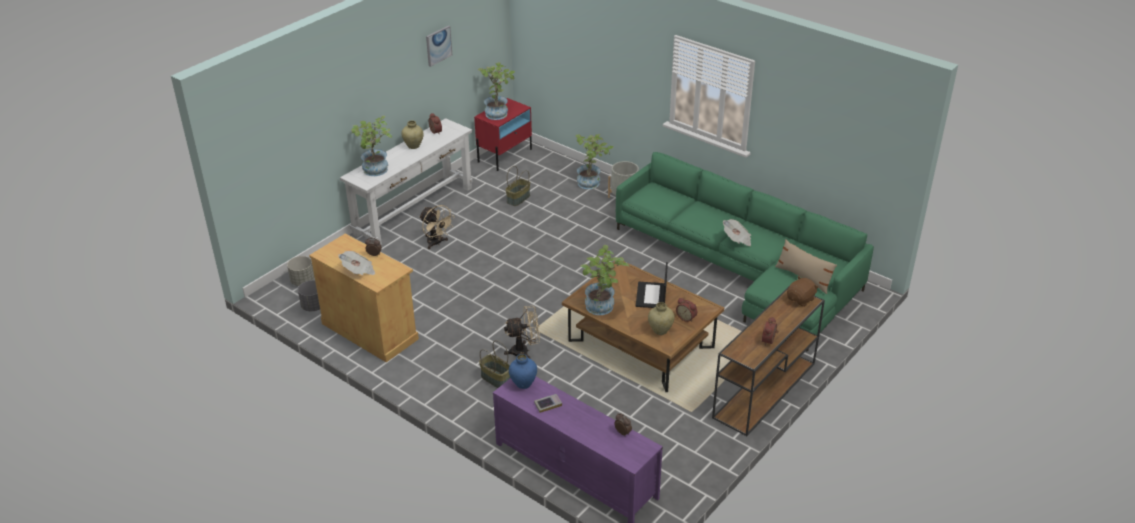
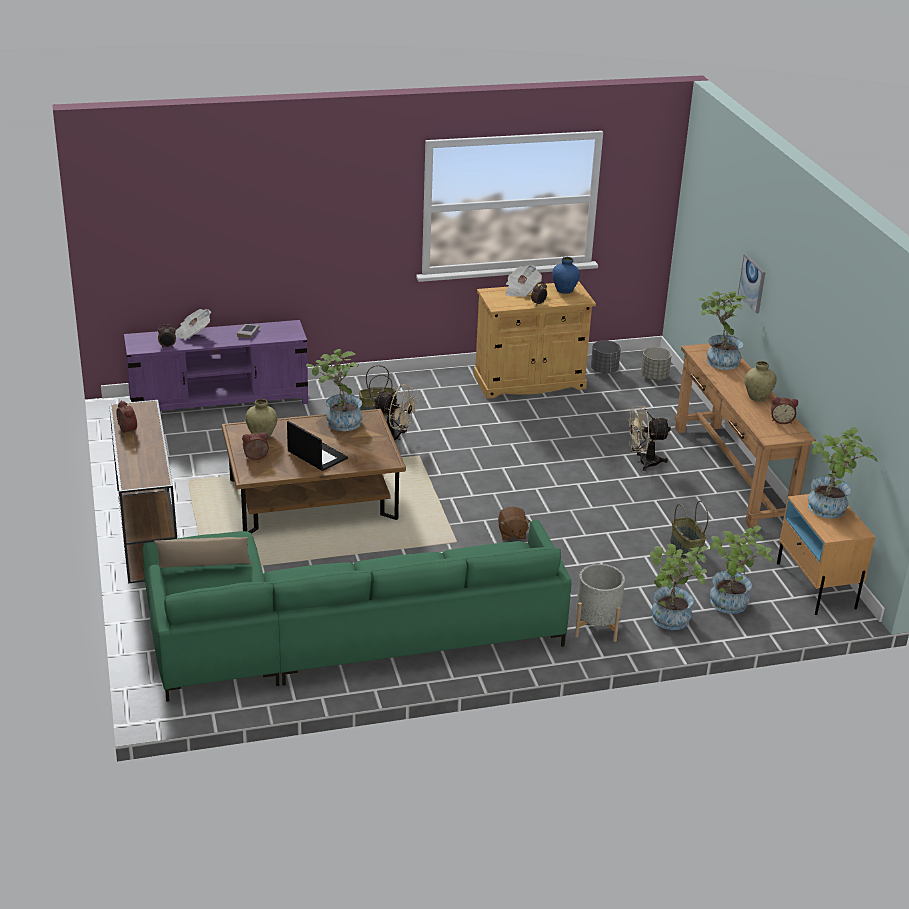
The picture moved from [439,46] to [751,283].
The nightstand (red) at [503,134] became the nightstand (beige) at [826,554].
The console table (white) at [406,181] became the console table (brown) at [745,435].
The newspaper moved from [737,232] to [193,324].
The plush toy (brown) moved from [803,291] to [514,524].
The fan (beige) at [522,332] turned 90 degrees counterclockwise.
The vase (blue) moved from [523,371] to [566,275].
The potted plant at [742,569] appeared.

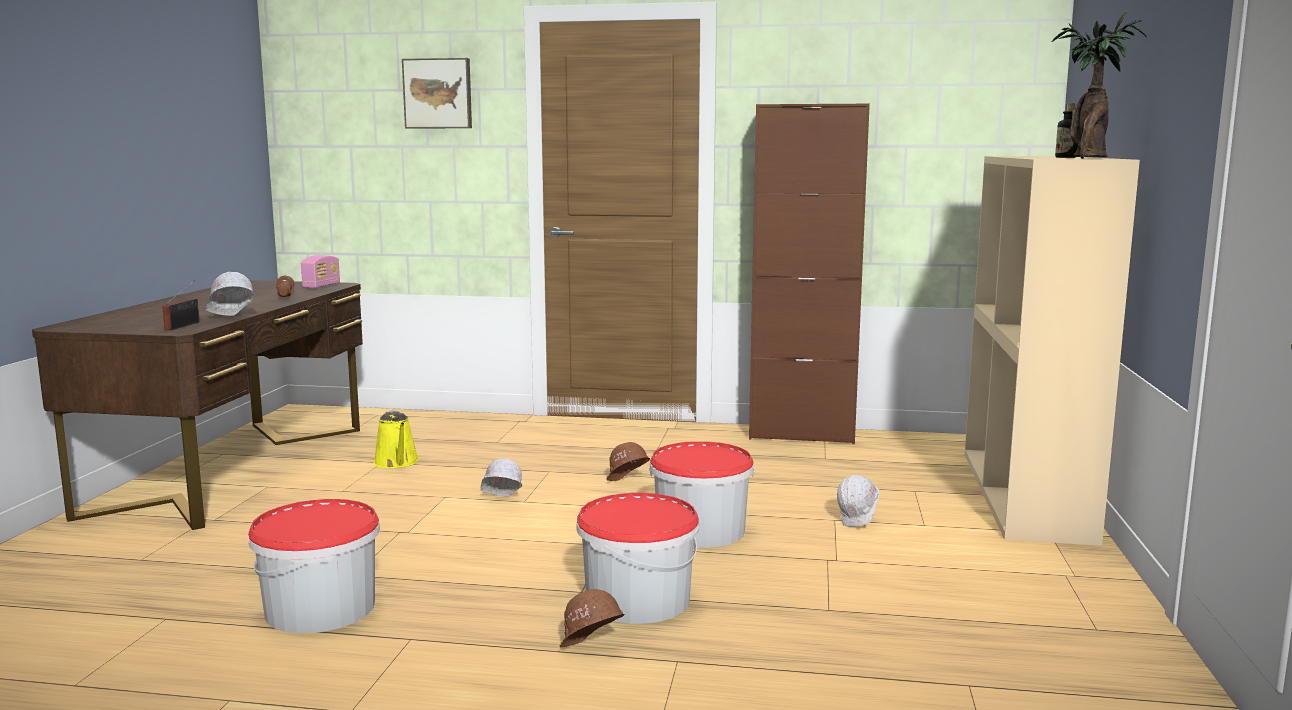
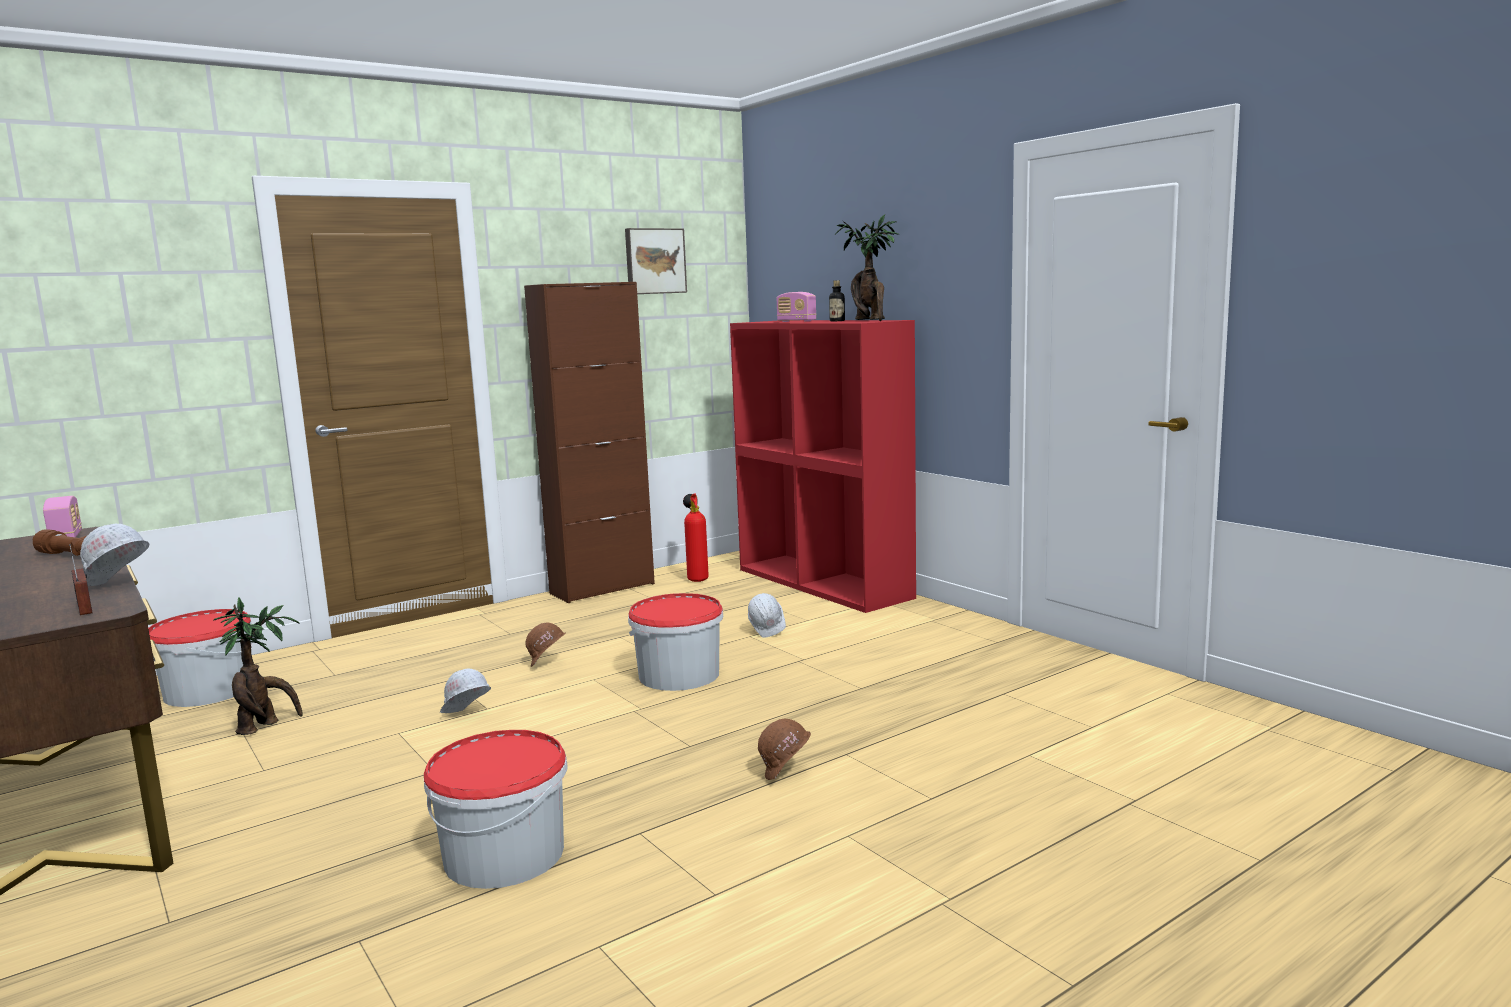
The picture moved from [437,93] to [656,261].
The bookcase (beige) at [1052,351] became the bookcase (red) at [823,466].
The watering can (yellow) at [396,439] was replaced by the potted plant at [258,666].
The bucket moved from [637,558] to [200,658].
The radio at [796,307] appeared.
The fire extinguisher at [696,537] appeared.

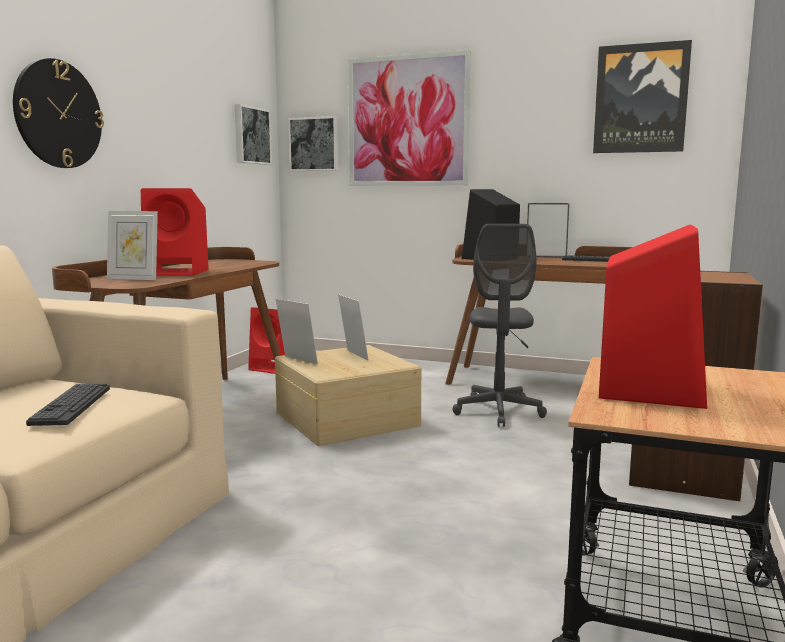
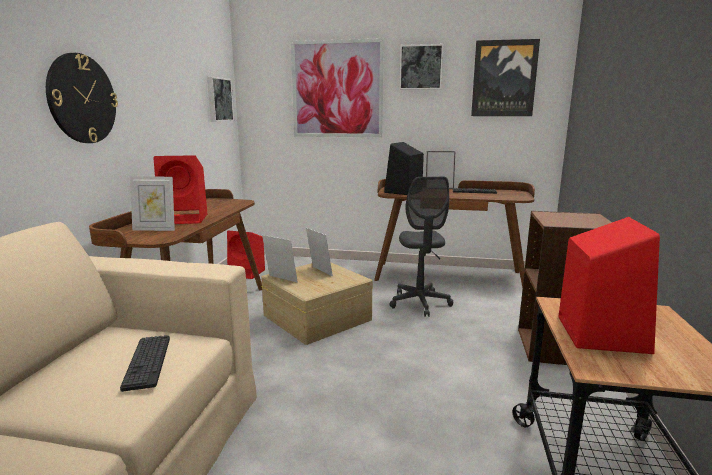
The picture moved from [313,143] to [421,67].

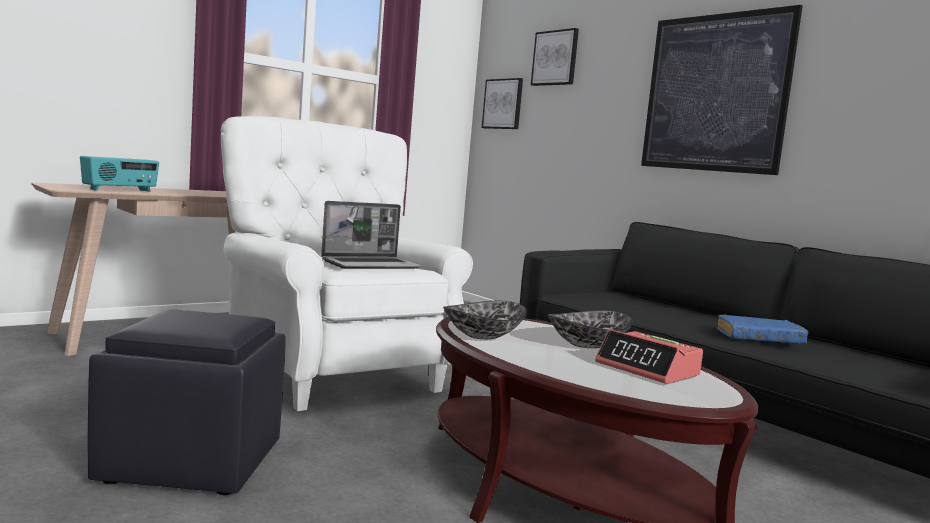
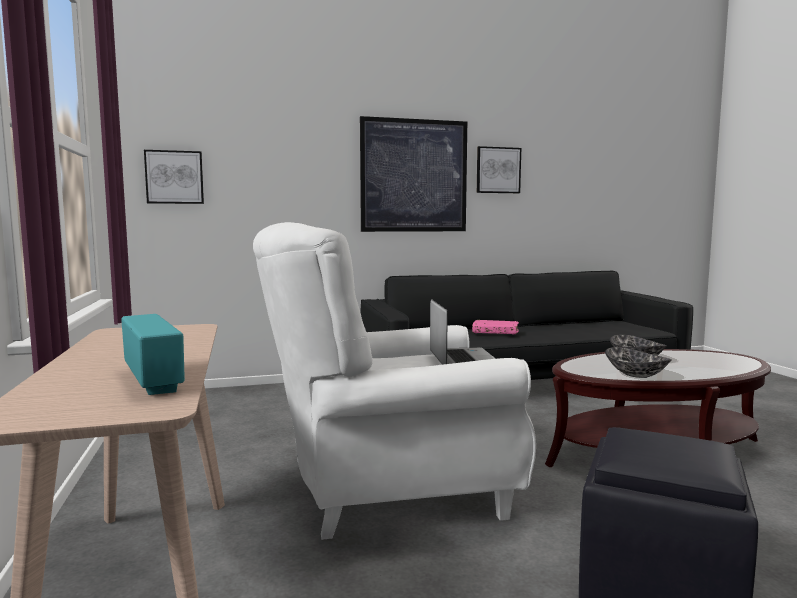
The picture moved from [555,57] to [499,169].
The book (blue) at [762,329] disappeared.
The alarm clock at [649,356] disappeared.
The book (pink) at [495,327] appeared.

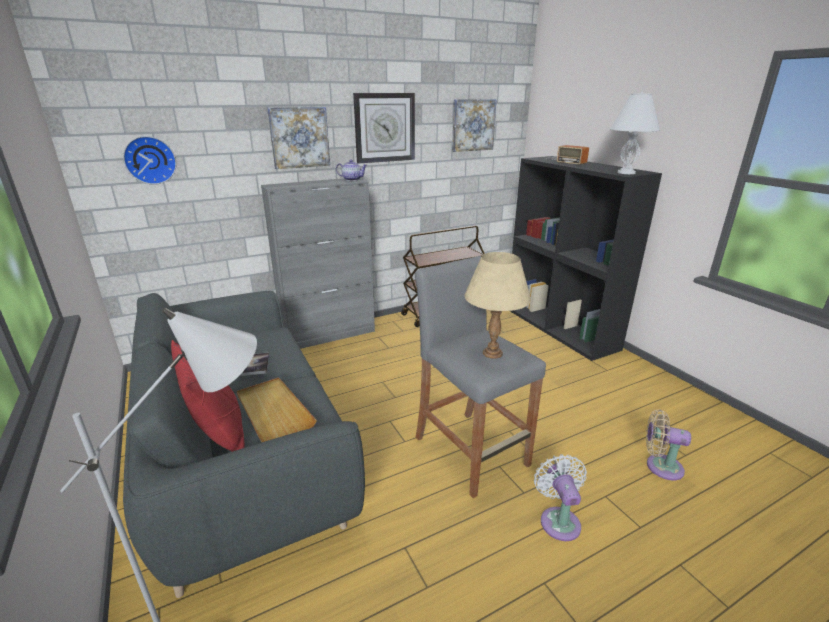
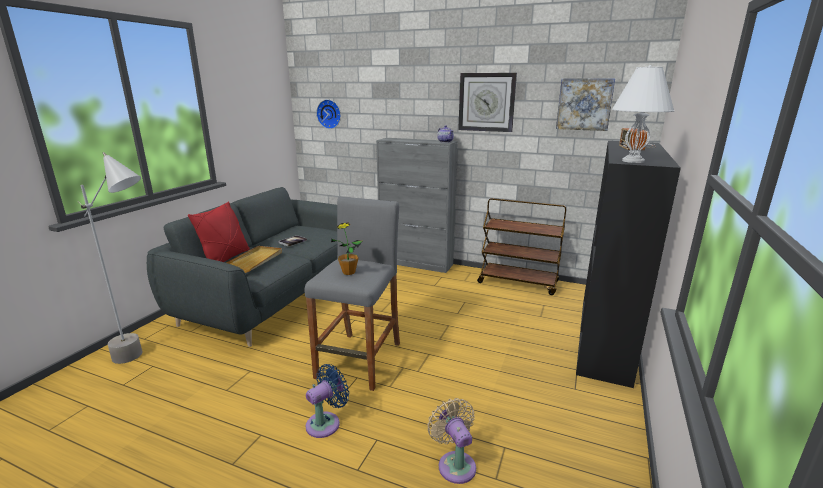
The picture at [298,138] disappeared.
The table lamp (beige) at [497,305] was replaced by the potted plant at [346,248].
The fan (white) at [560,497] became the fan (blue) at [327,401].

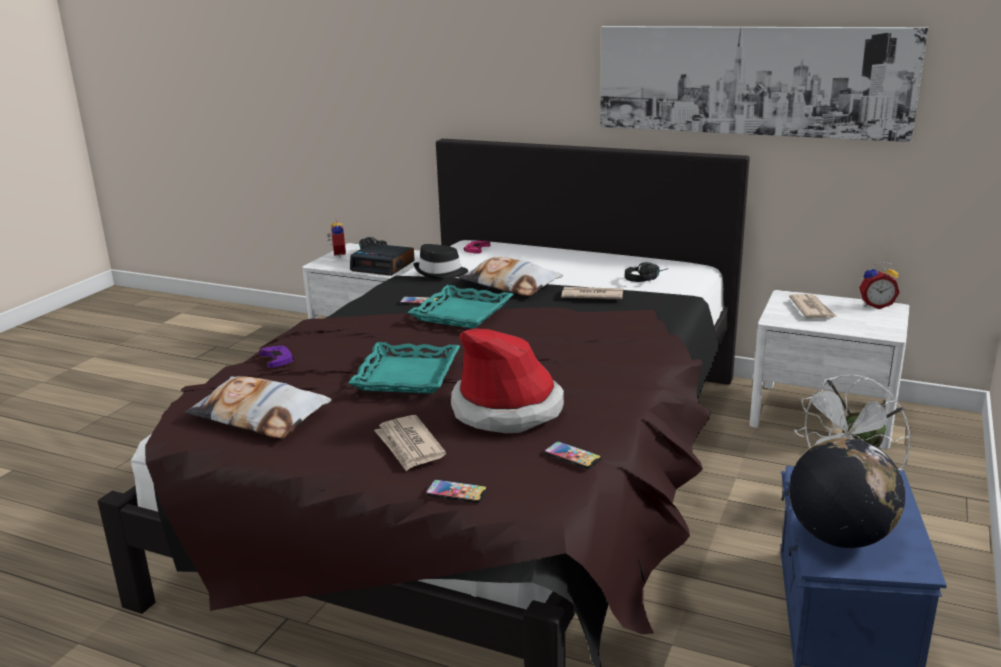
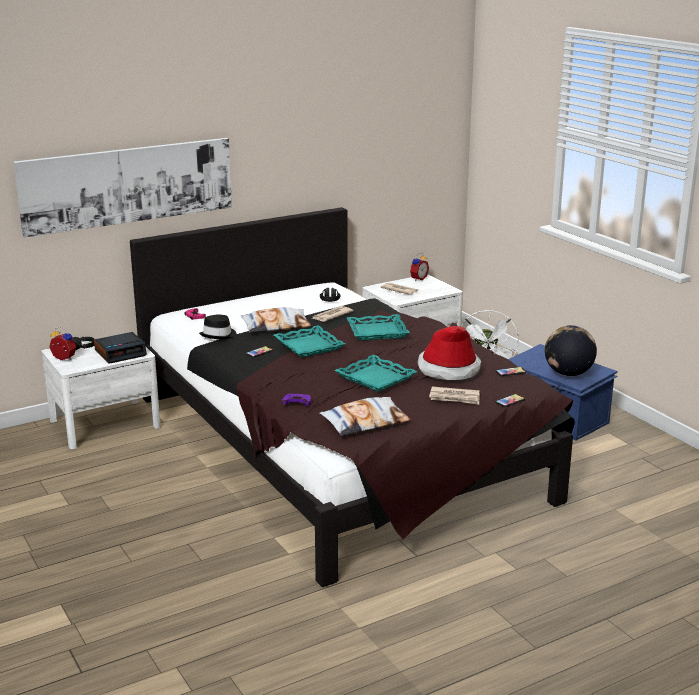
The picture moved from [764,84] to [122,188].
The tray (turquoise) at [378,327] appeared.

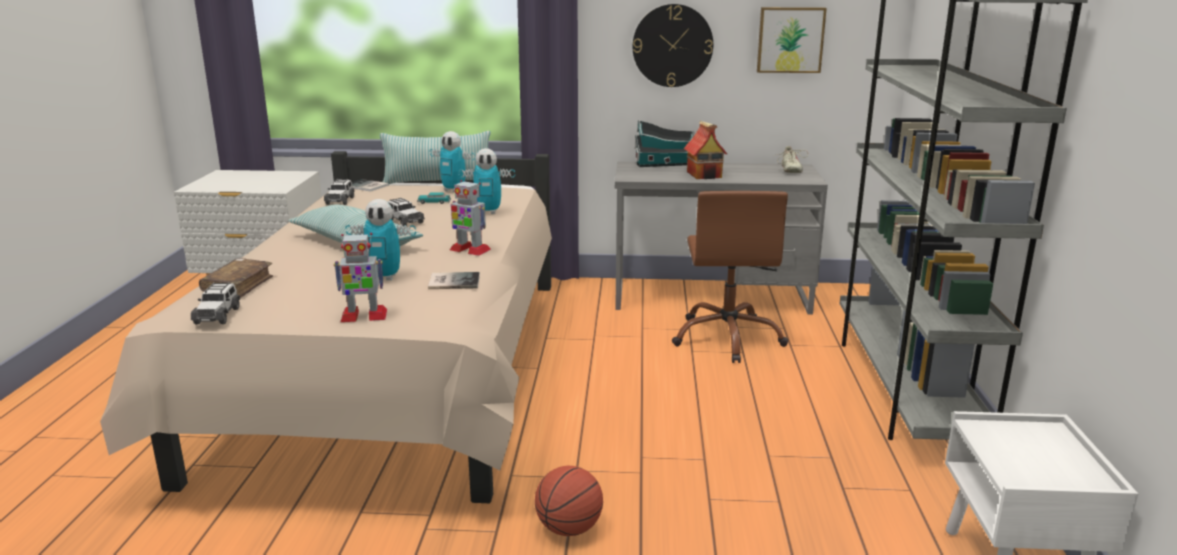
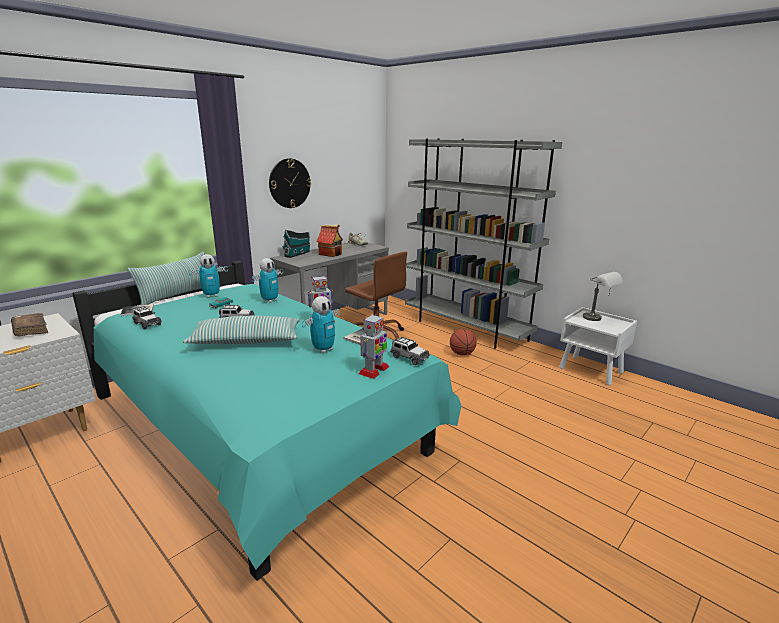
The picture at [792,40] disappeared.
The bed (beige) at [326,327] became the bed (turquoise) at [266,421].
The book (brown) moved from [236,278] to [29,324].
The toy car moved from [215,303] to [410,351].
The basketball moved from [569,501] to [463,342].
The table lamp (grey) at [603,296] appeared.

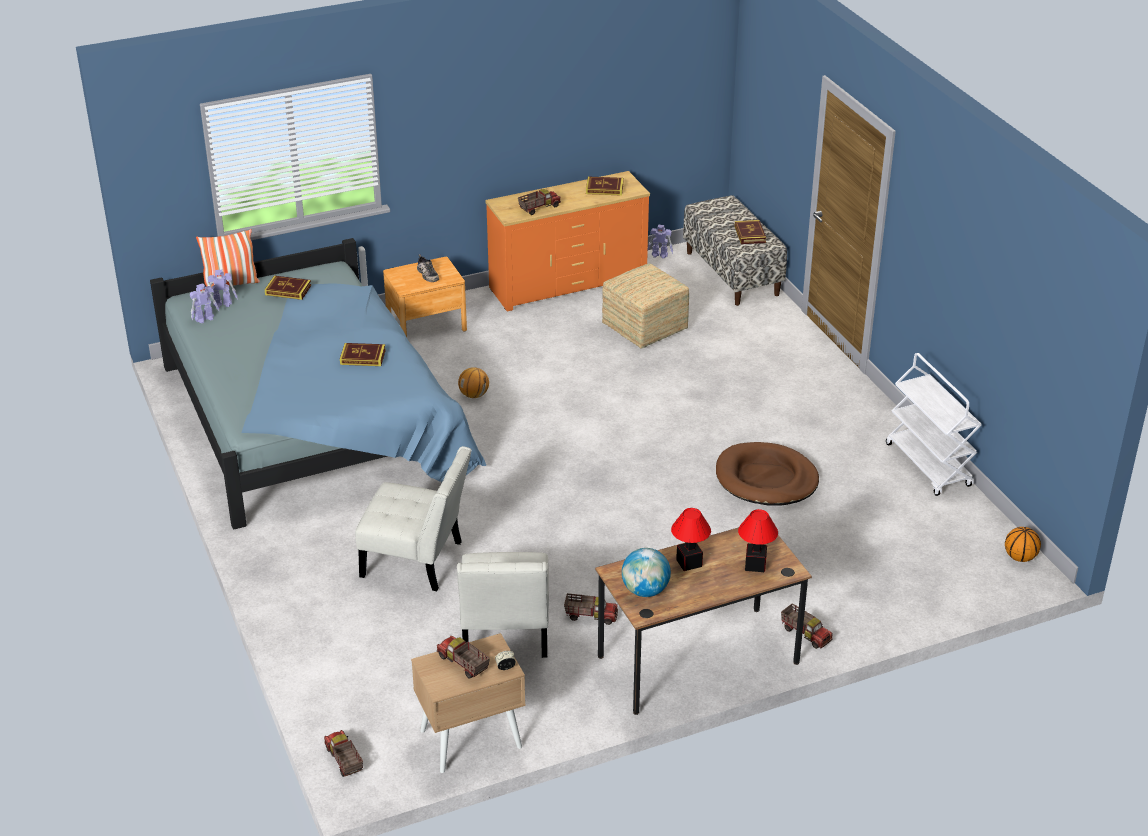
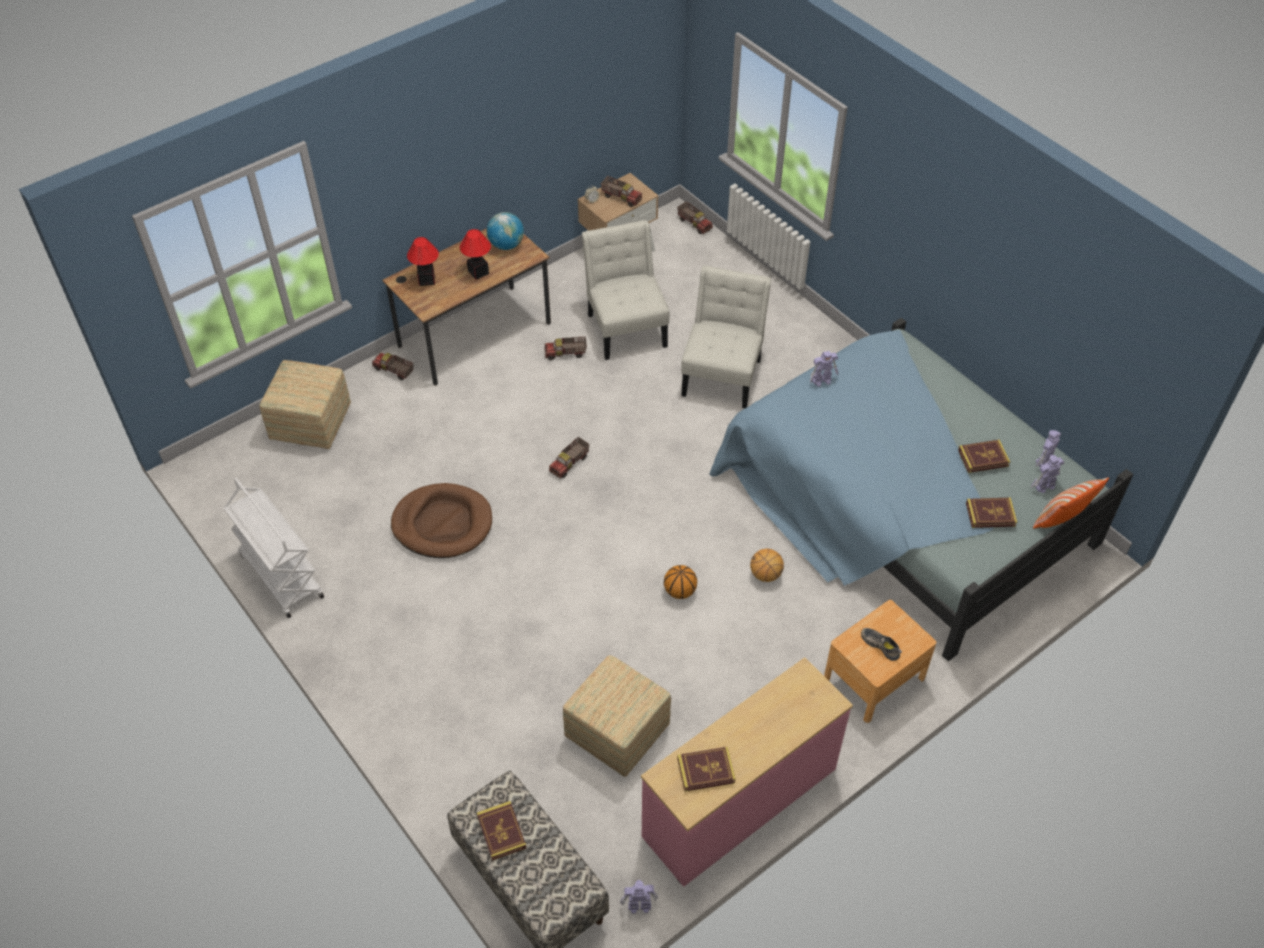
The dresser (orange) at [567,241] became the dresser (pink) at [747,772].
The toy truck moved from [539,202] to [569,458].
The book moved from [363,354] to [984,456].
The chair (white) at [413,518] turned 105 degrees clockwise.
The basketball moved from [1023,544] to [680,582].
The toy robot at [824,369] appeared.
The ottoman at [305,404] appeared.

